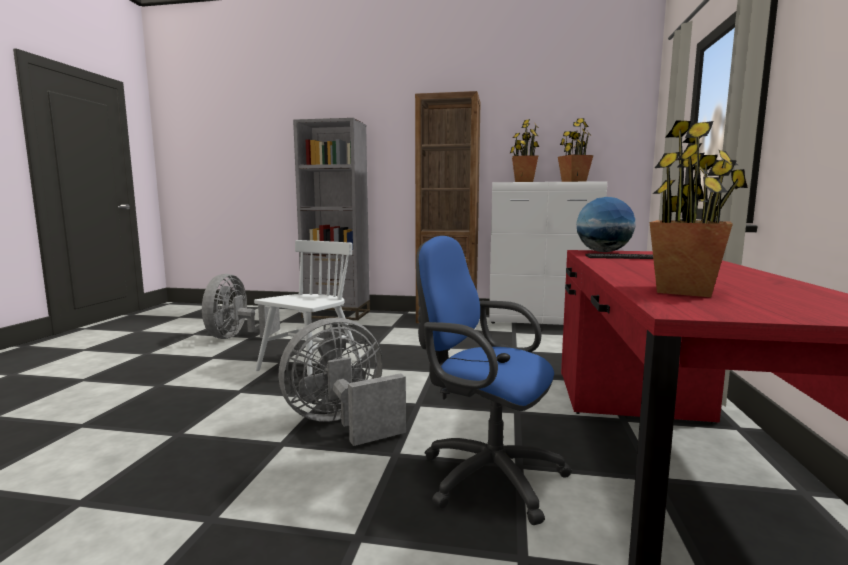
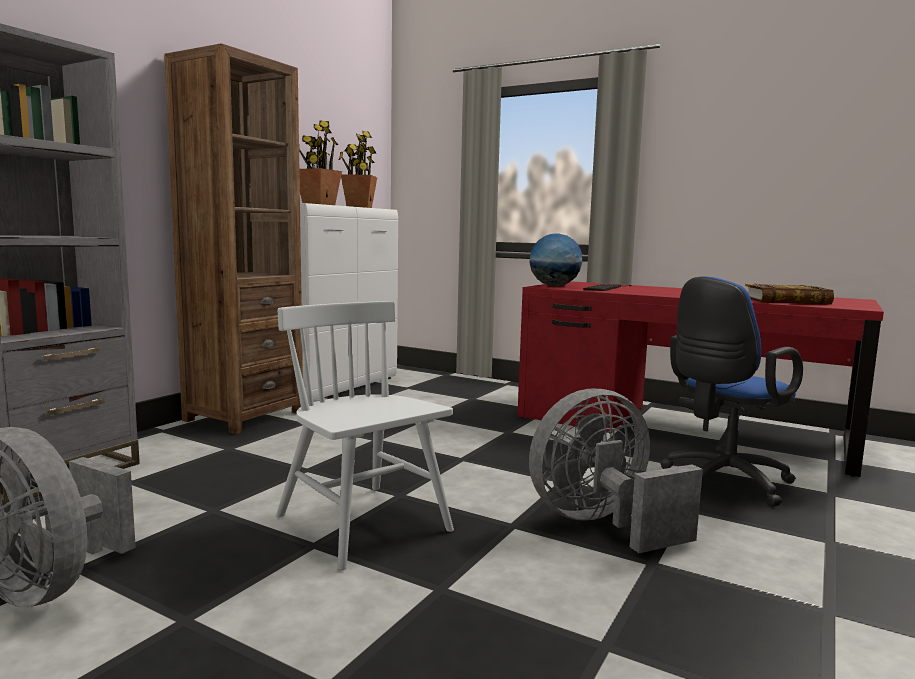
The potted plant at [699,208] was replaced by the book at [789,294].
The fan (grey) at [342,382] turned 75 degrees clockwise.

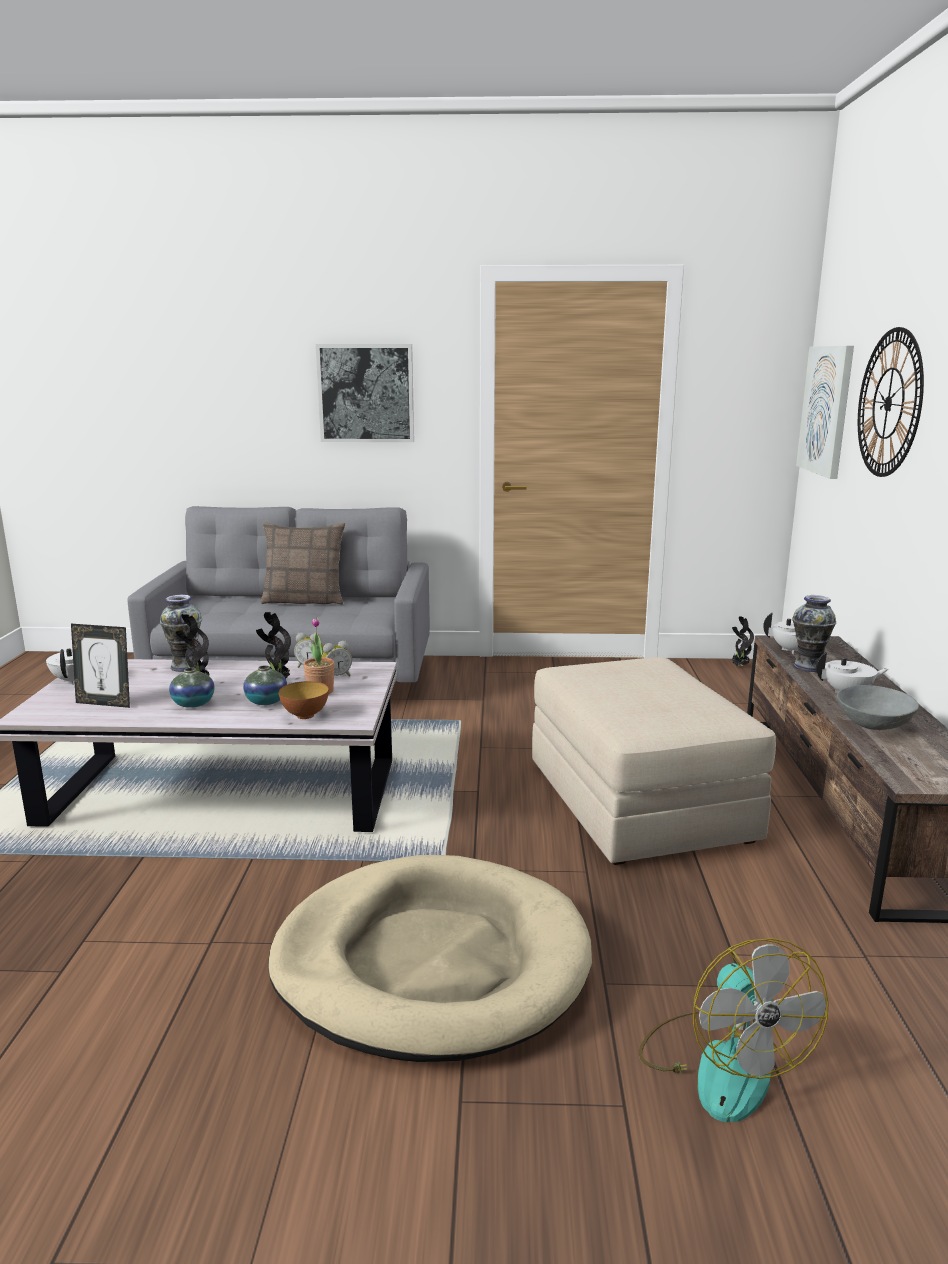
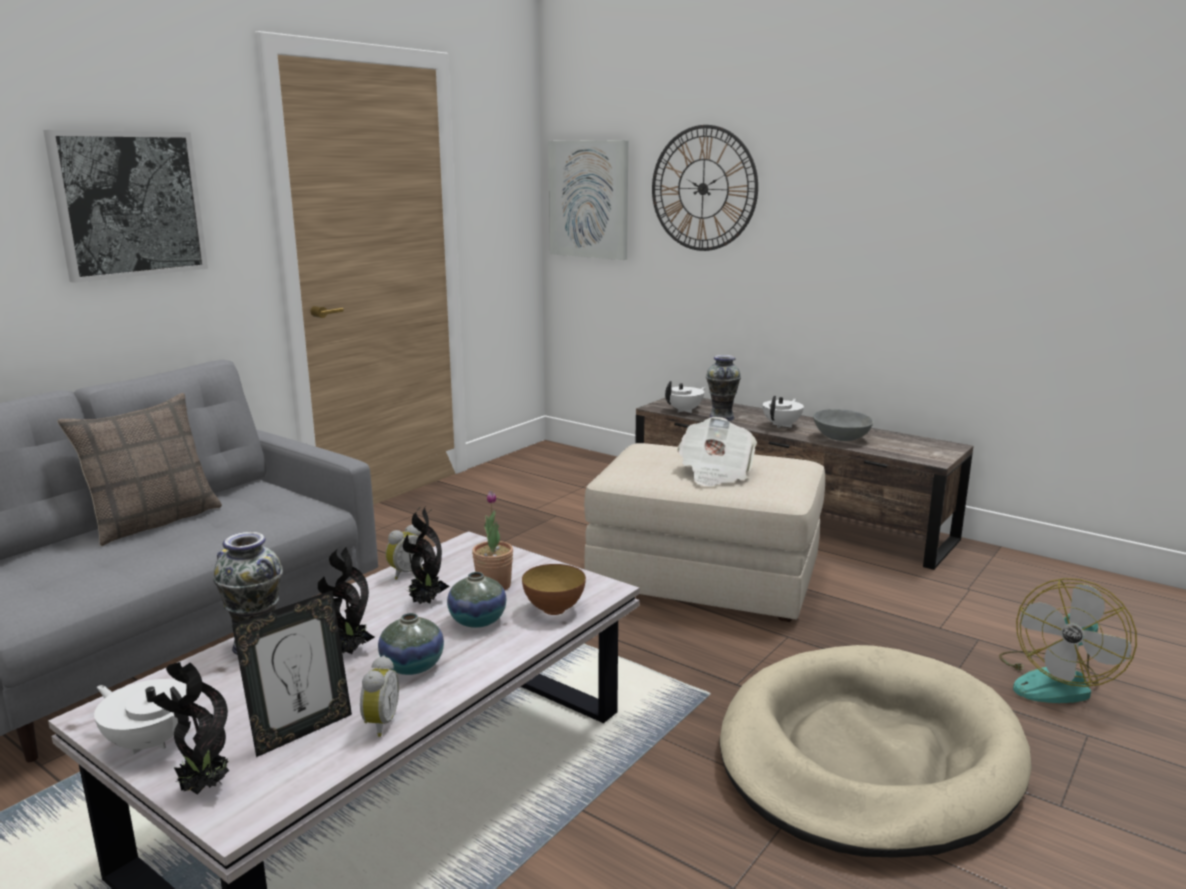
The potted plant moved from [743,641] to [190,728].
The alarm clock moved from [337,658] to [379,696].
The fan at [734,1030] turned 105 degrees clockwise.
The newspaper at [717,451] appeared.

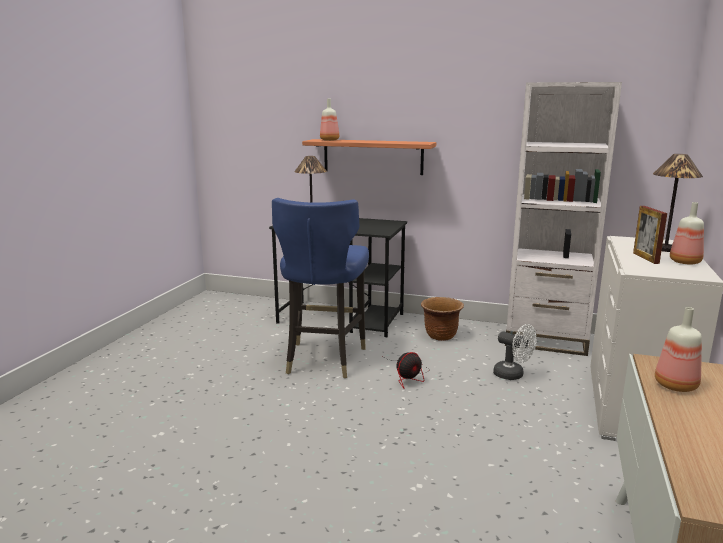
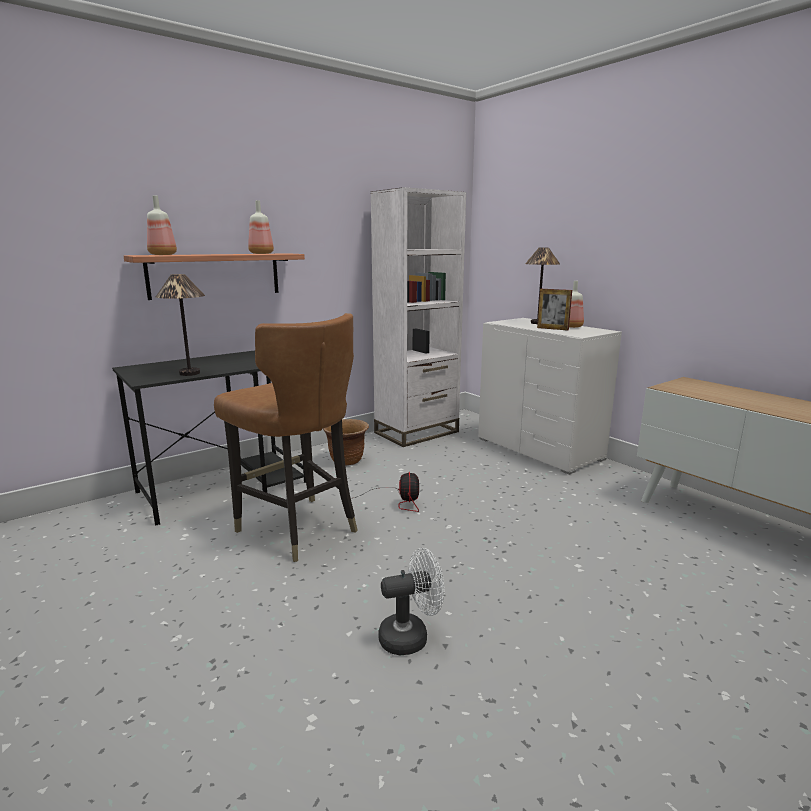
The chair (blue) at [320,288] became the chair (brown) at [286,437].
The bottle moved from [678,349] to [261,227].
The fan (white) moved from [515,352] to [412,601].

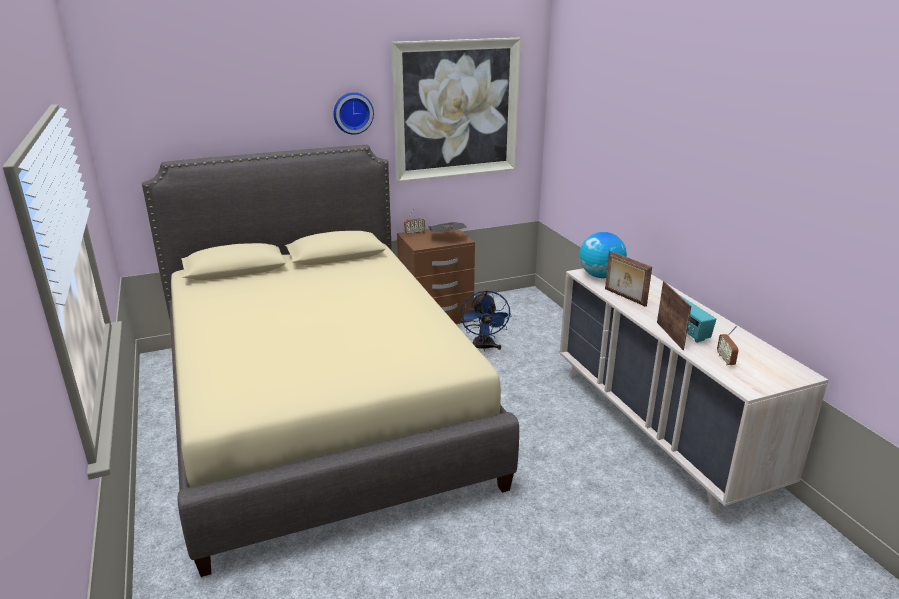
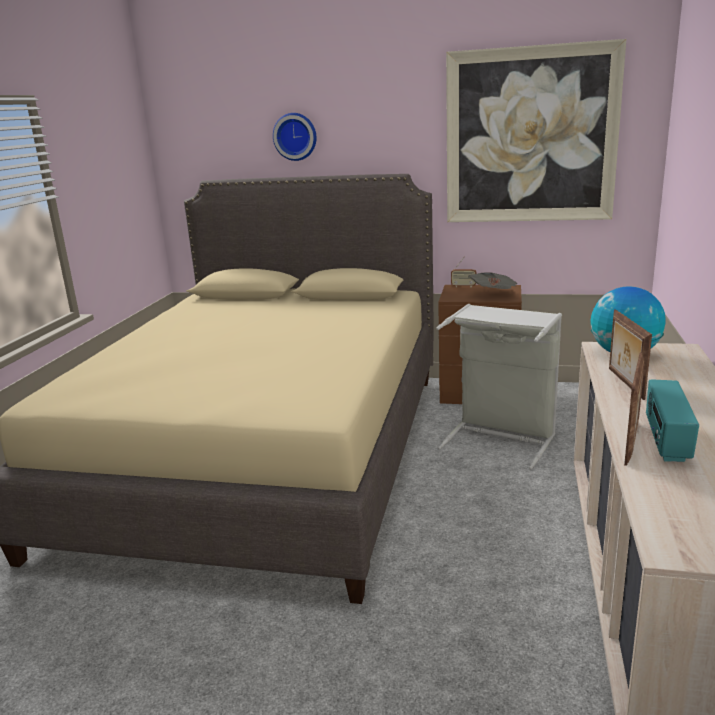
The wall clock moved from [354,113] to [295,137].
The fan (blue) at [485,320] was replaced by the laundry basket (grey) at [499,386].
The radio at [728,345] disappeared.

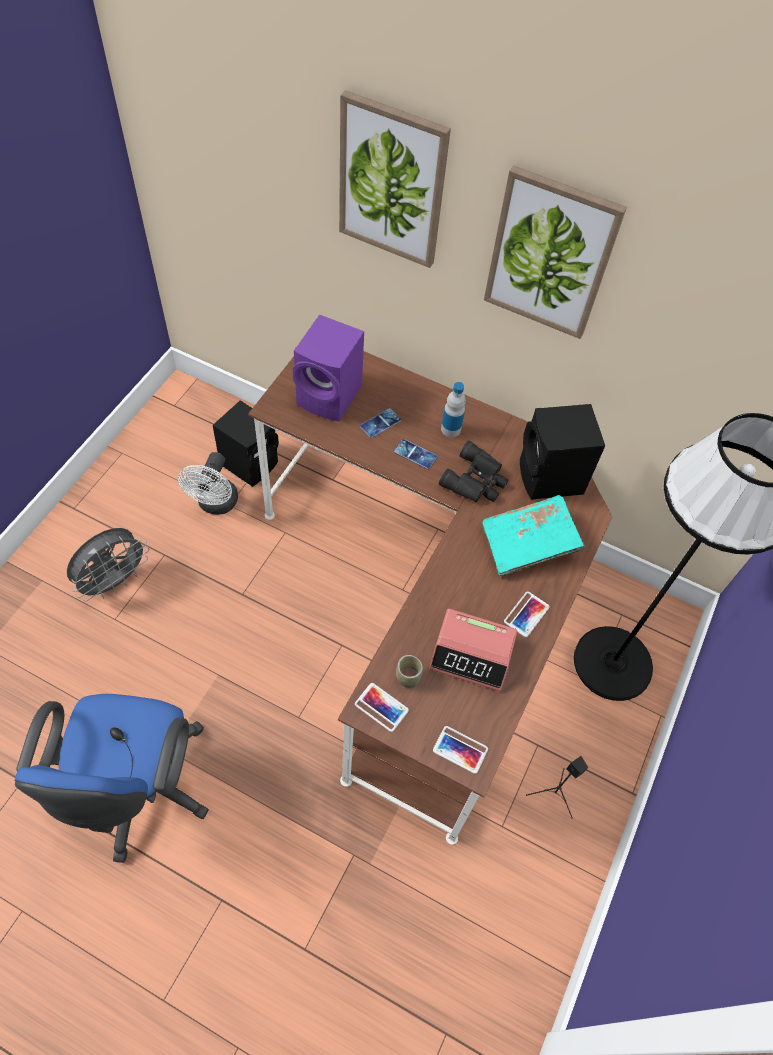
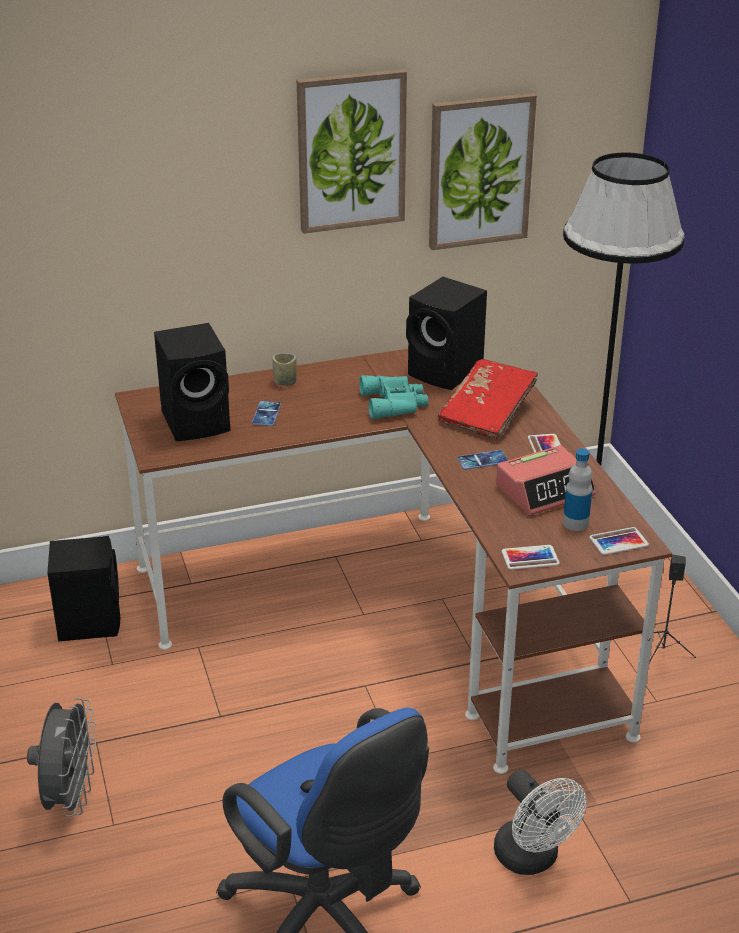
The picture moved from [395,179] to [483,171].
The speaker (purple) at [328,368] became the speaker (black) at [192,382].
The bottle moved from [453,409] to [578,489].
The phone moved from [415,454] to [482,459].
The binoculars (black) at [473,471] became the binoculars (turquoise) at [393,397].
The fan (white) moved from [208,483] to [540,822].
The book (turquoise) at [533,536] became the book (red) at [488,399].
The cup moved from [409,671] to [284,369].

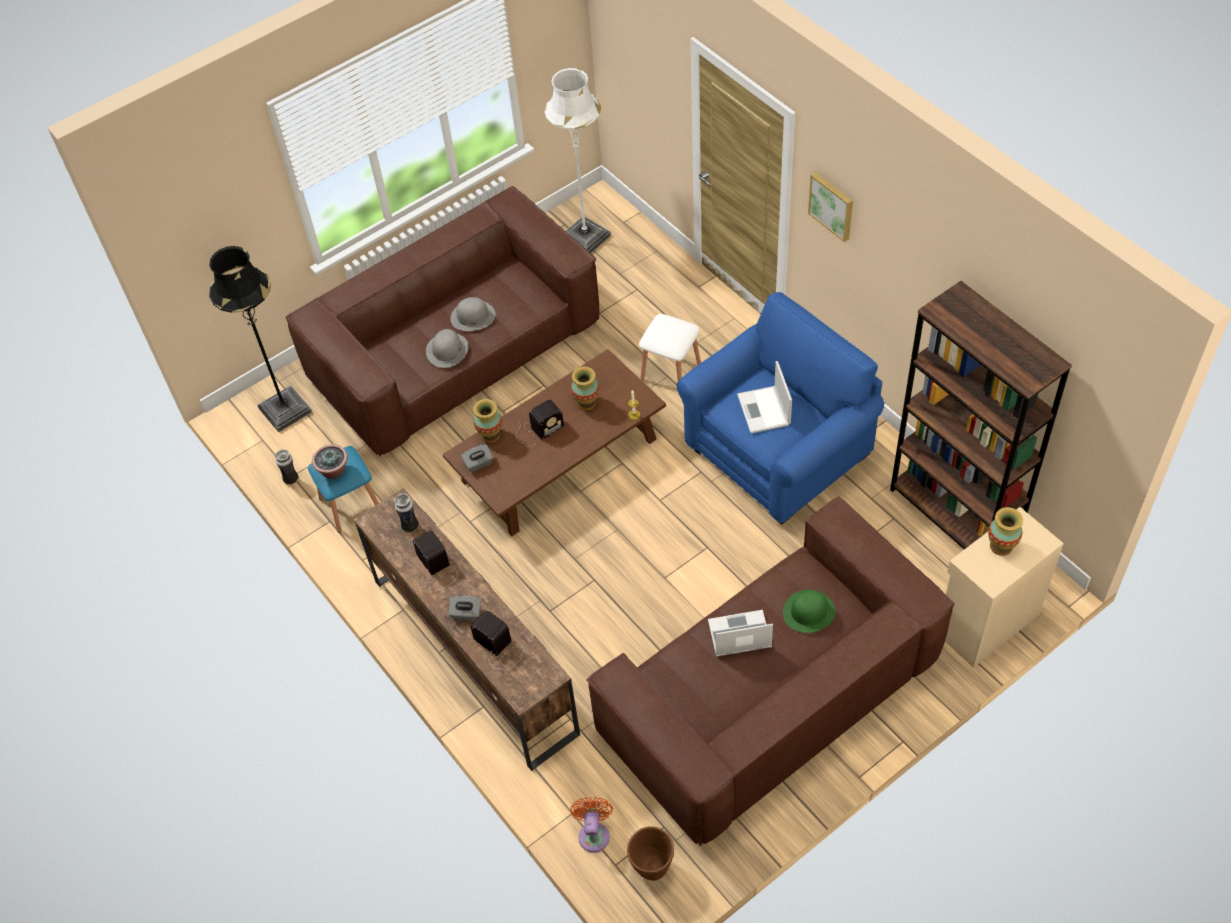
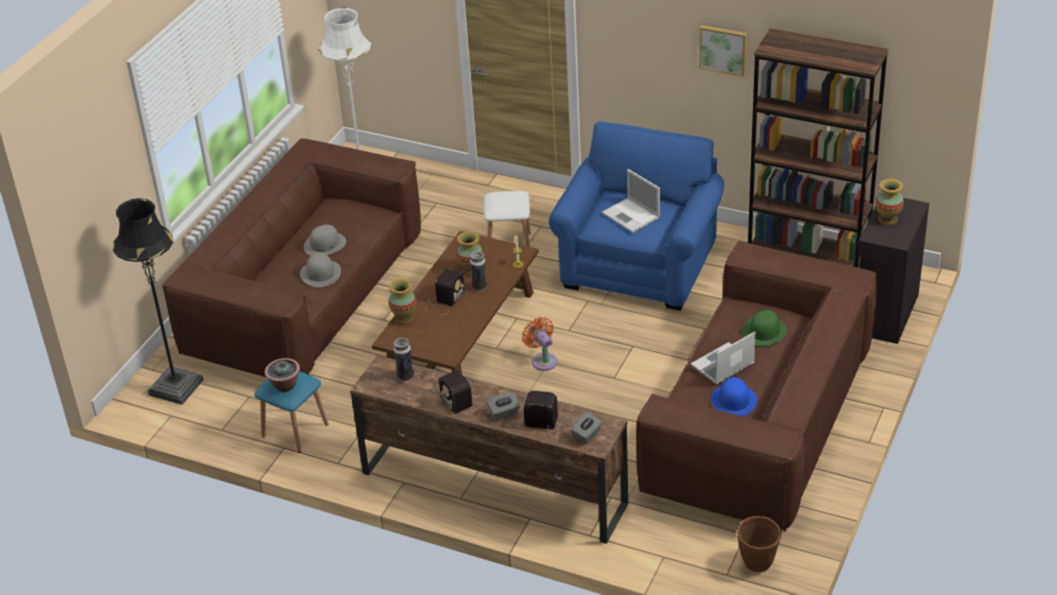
The picture moved from [830,207] to [723,51].
The tissue box (grey) moved from [477,458] to [586,428].
The vase moved from [286,467] to [478,271].
The cabinet (beige) at [1004,587] became the cabinet (black) at [893,271].
The radio at [435,560] turned 150 degrees counterclockwise.
The fan (orange) moved from [591,825] to [540,344].
The hat (blue) at [734,396] appeared.

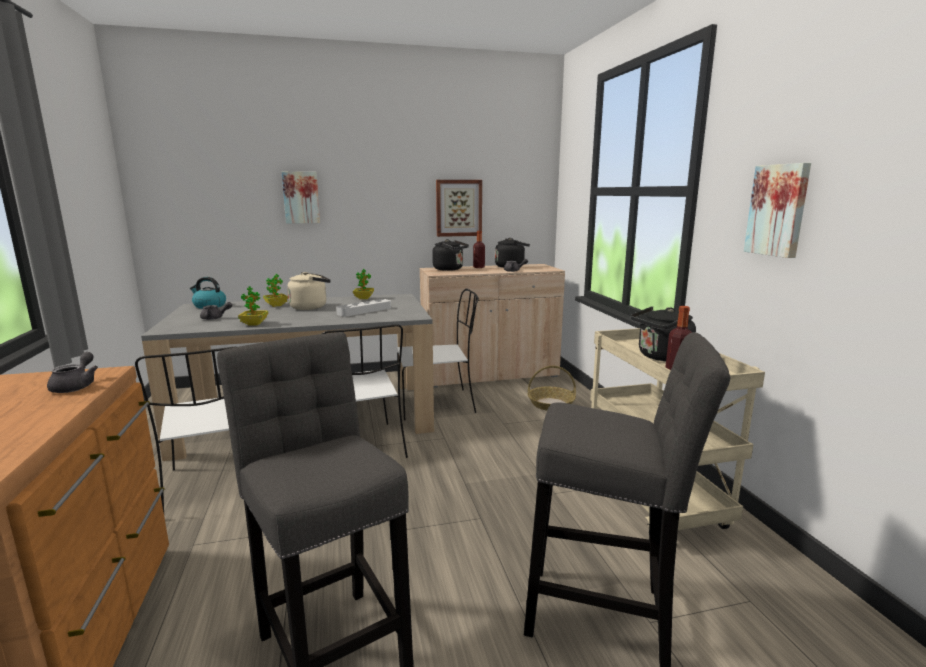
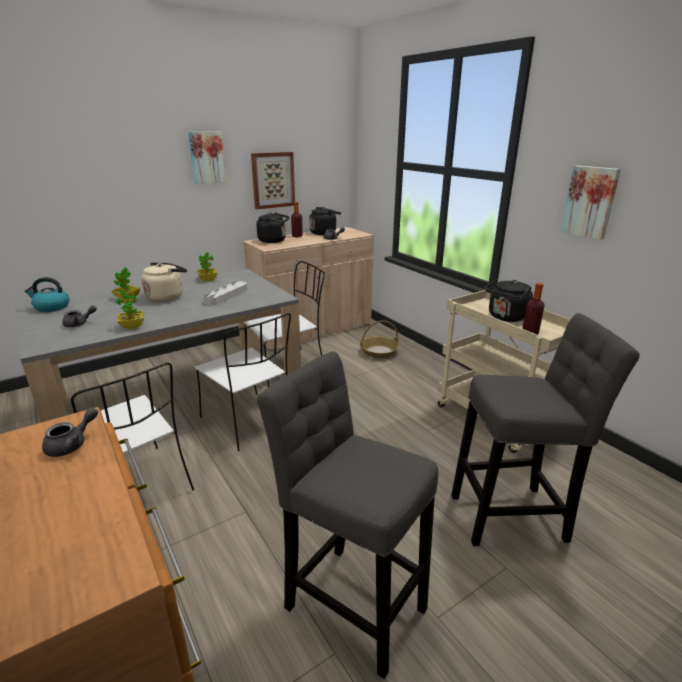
The picture moved from [301,198] to [207,157].
The teapot (grey) at [72,372] turned 60 degrees clockwise.

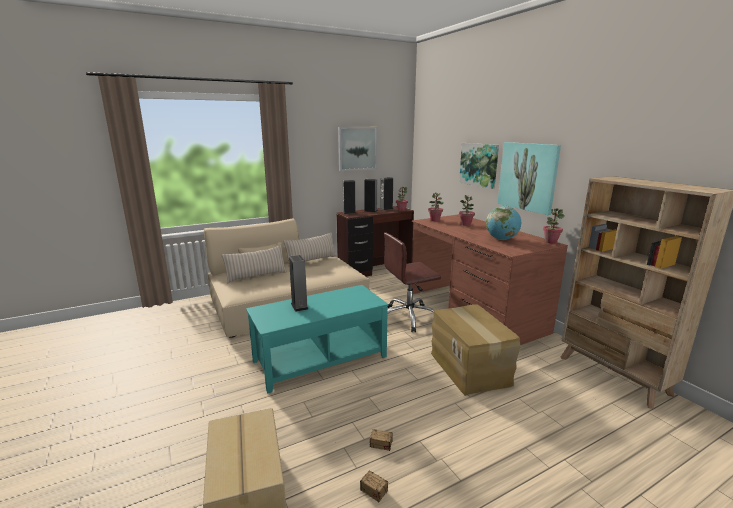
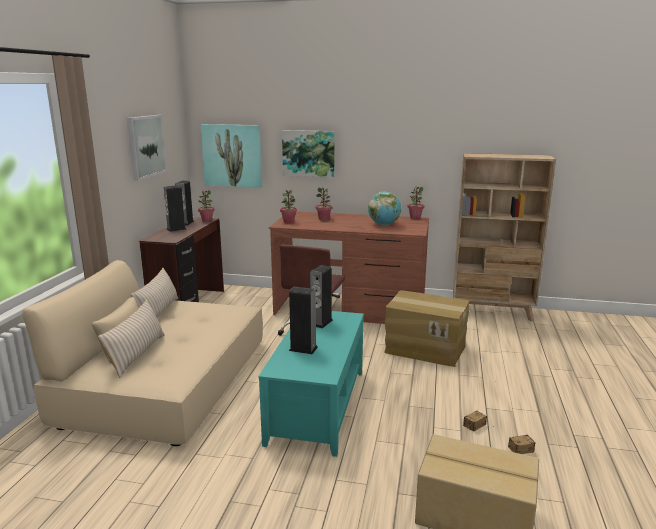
The picture moved from [529,178] to [231,155].
The speaker moved from [349,197] to [321,297].

